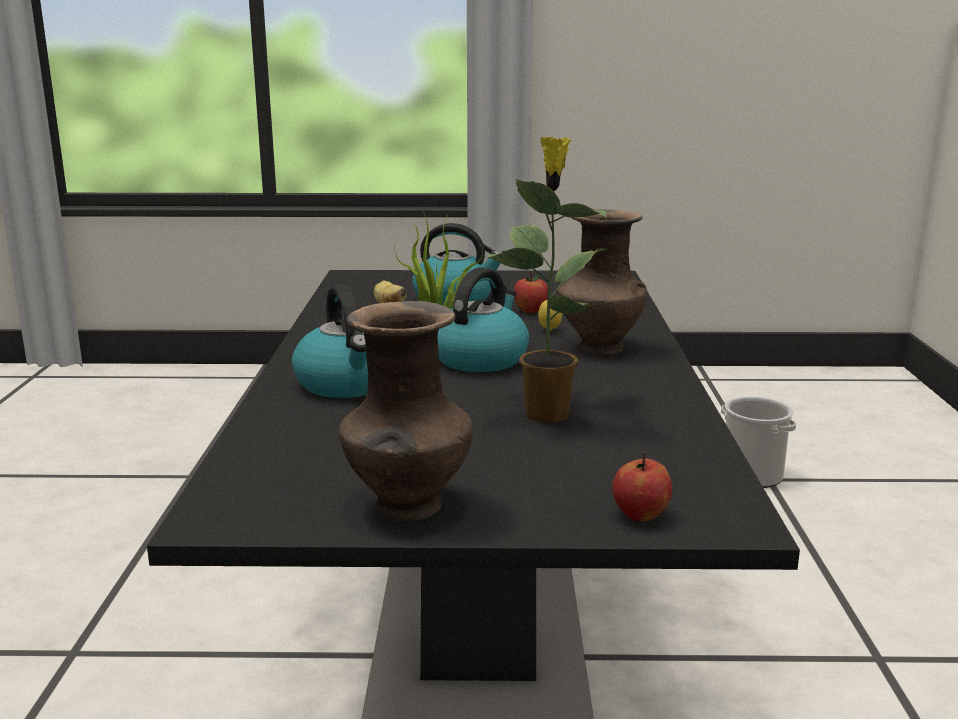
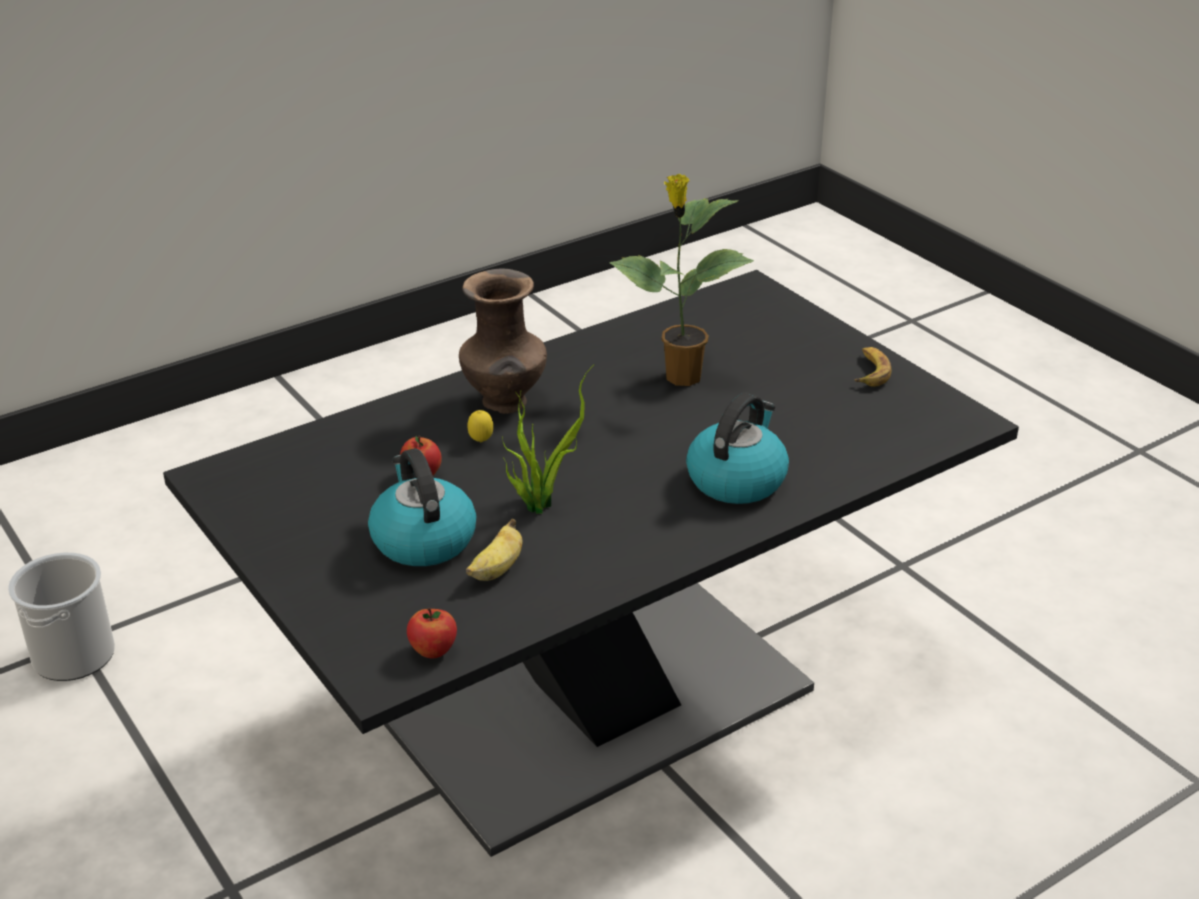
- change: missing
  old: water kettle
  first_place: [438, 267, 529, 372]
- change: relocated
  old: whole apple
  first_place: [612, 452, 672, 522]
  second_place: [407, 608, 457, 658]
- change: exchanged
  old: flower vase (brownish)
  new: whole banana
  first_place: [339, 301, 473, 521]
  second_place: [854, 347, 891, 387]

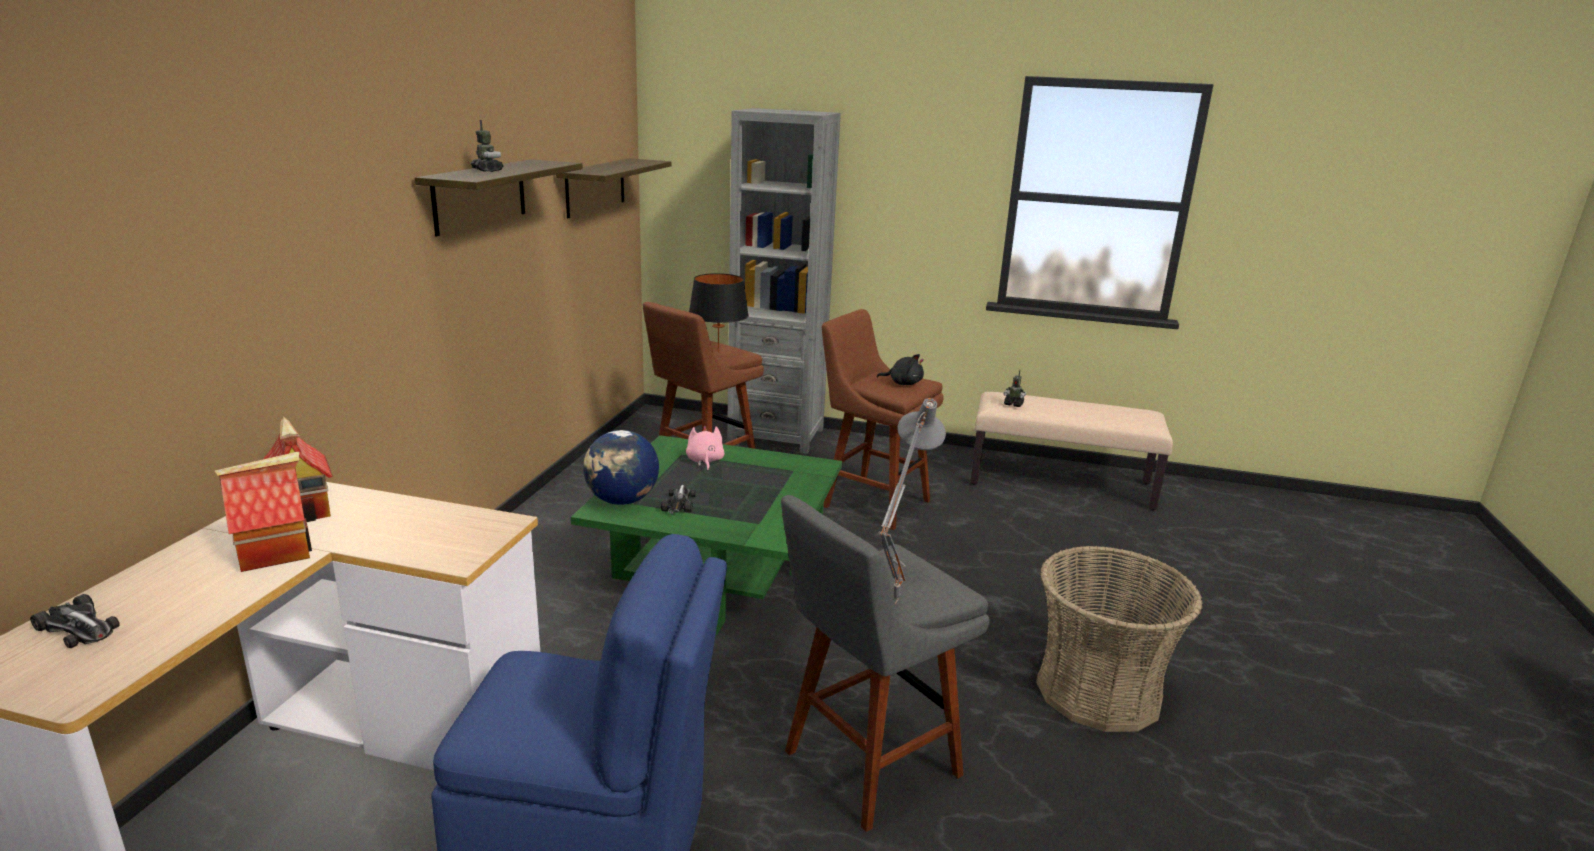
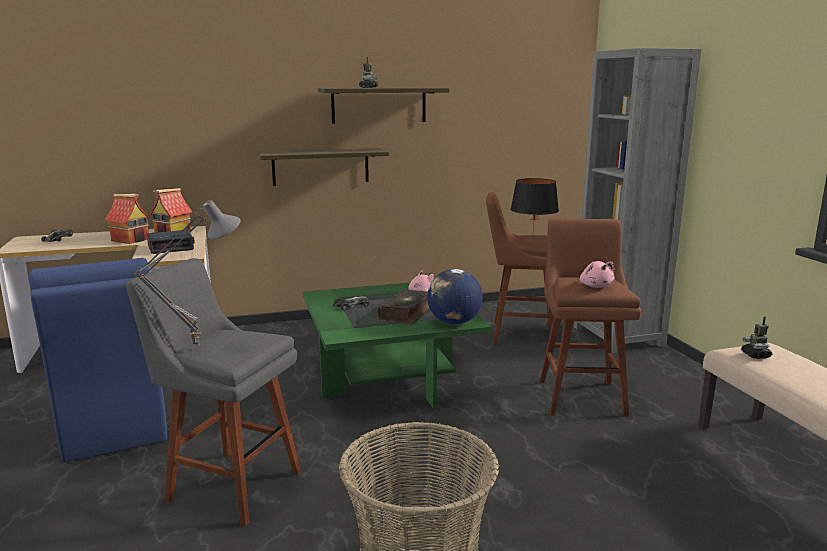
- change: appeared
  new: bedside clock
  second_place: [147, 230, 195, 254]
- change: appeared
  new: volume
  second_place: [377, 289, 430, 325]
- change: relocated
  old: bracket shelf
  first_place: [556, 158, 671, 218]
  second_place: [258, 148, 389, 186]
- change: relocated
  old: globe
  first_place: [583, 430, 659, 505]
  second_place: [427, 269, 483, 325]
- change: colour
  old: soft toy (black)
  new: soft toy (pink-coloured)
  first_place: [877, 354, 924, 385]
  second_place: [580, 261, 614, 288]

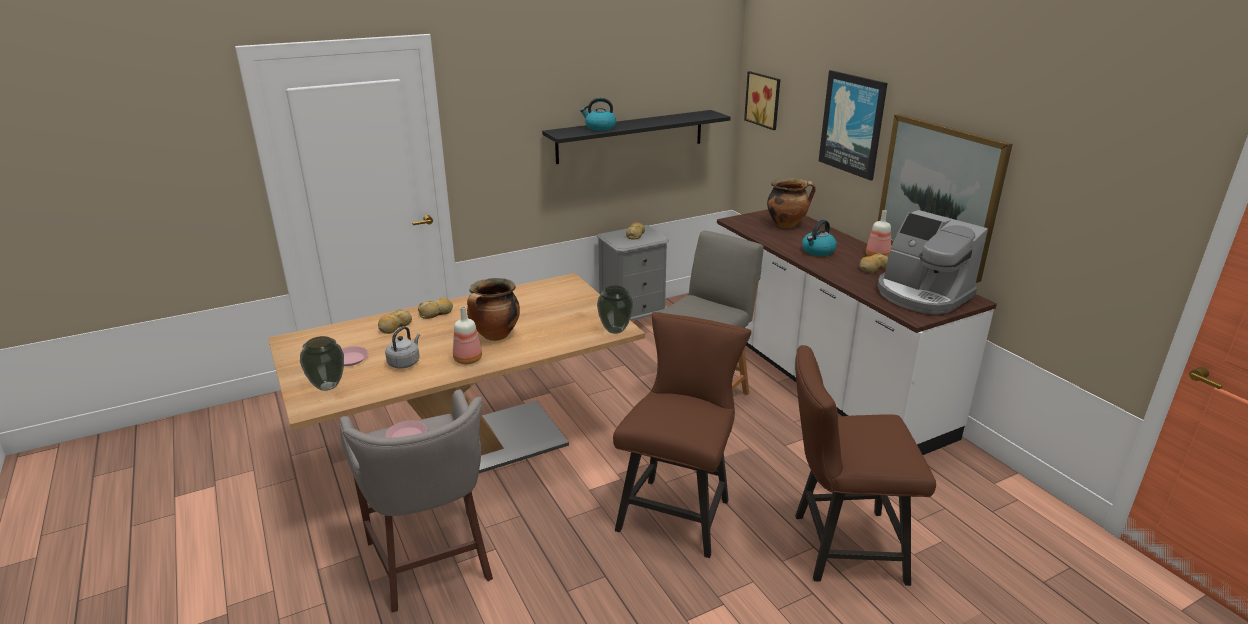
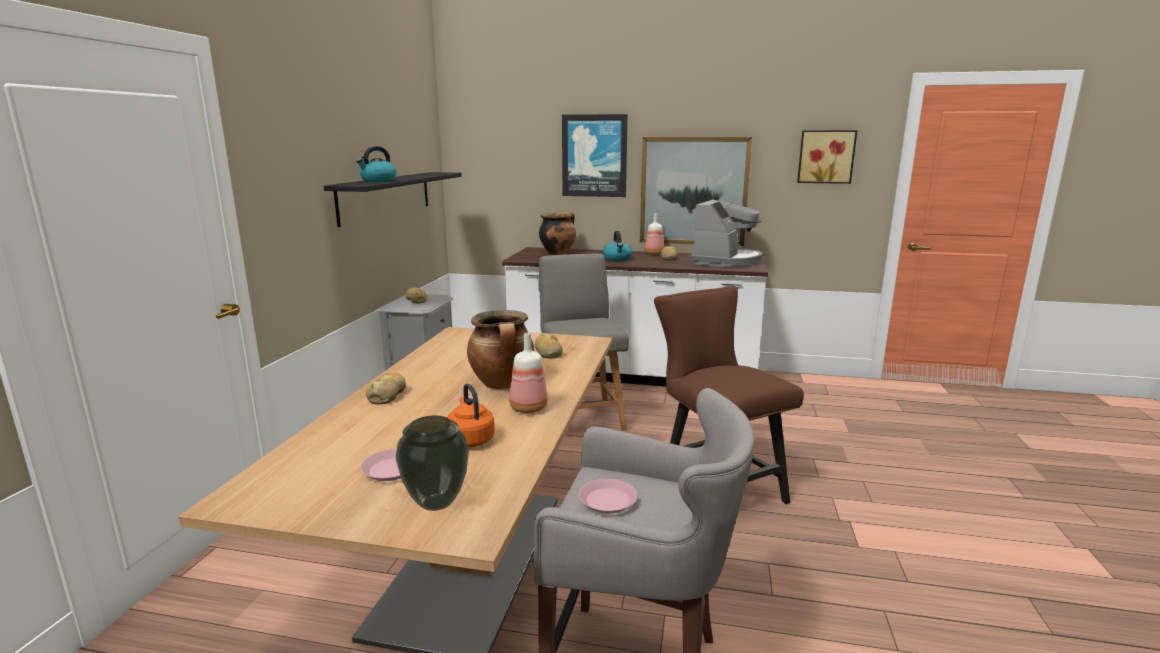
- change: missing
  old: flower vase
  first_place: [597, 286, 634, 334]
- change: missing
  old: plain chair (brownish)
  first_place: [795, 345, 936, 586]
- change: relocated
  old: baked bread
  first_place: [378, 309, 412, 334]
  second_place: [535, 333, 563, 359]
- change: relocated
  old: wall picture
  first_place: [744, 71, 780, 130]
  second_place: [797, 130, 857, 184]
- change: colour
  old: water kettle (grey)
  new: water kettle (orange-coloured)
  first_place: [385, 326, 420, 369]
  second_place: [447, 383, 495, 447]
- change: spun
  old: coffee maker
  first_place: [877, 210, 988, 315]
  second_place: [690, 200, 762, 267]
  degrees: -60

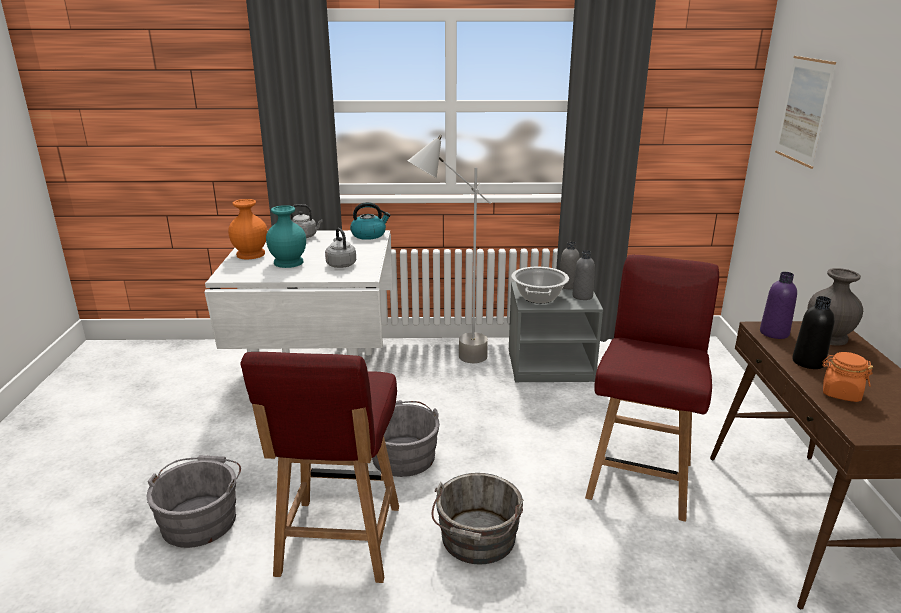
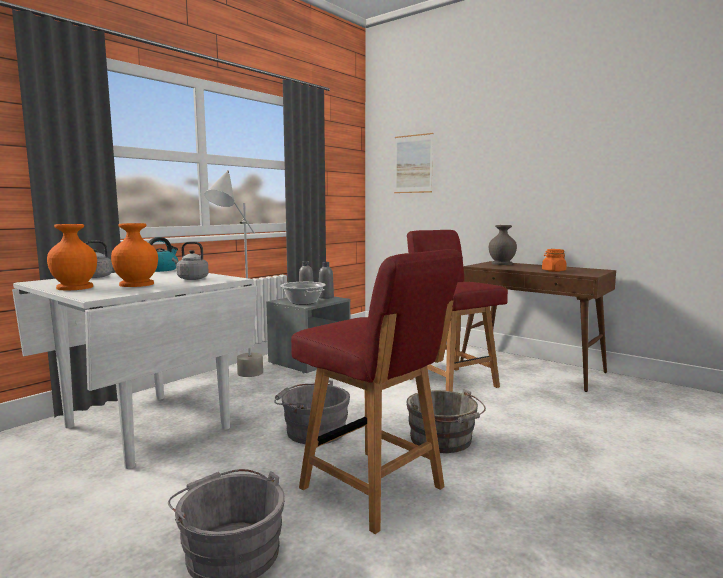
- change: missing
  old: beverage bottle (purple)
  first_place: [760, 272, 797, 339]
- change: missing
  old: beverage bottle (black)
  first_place: [792, 296, 835, 369]
- change: colour
  old: flower vase (turquoise)
  new: flower vase (orange-coloured)
  first_place: [266, 205, 306, 268]
  second_place: [111, 223, 158, 287]

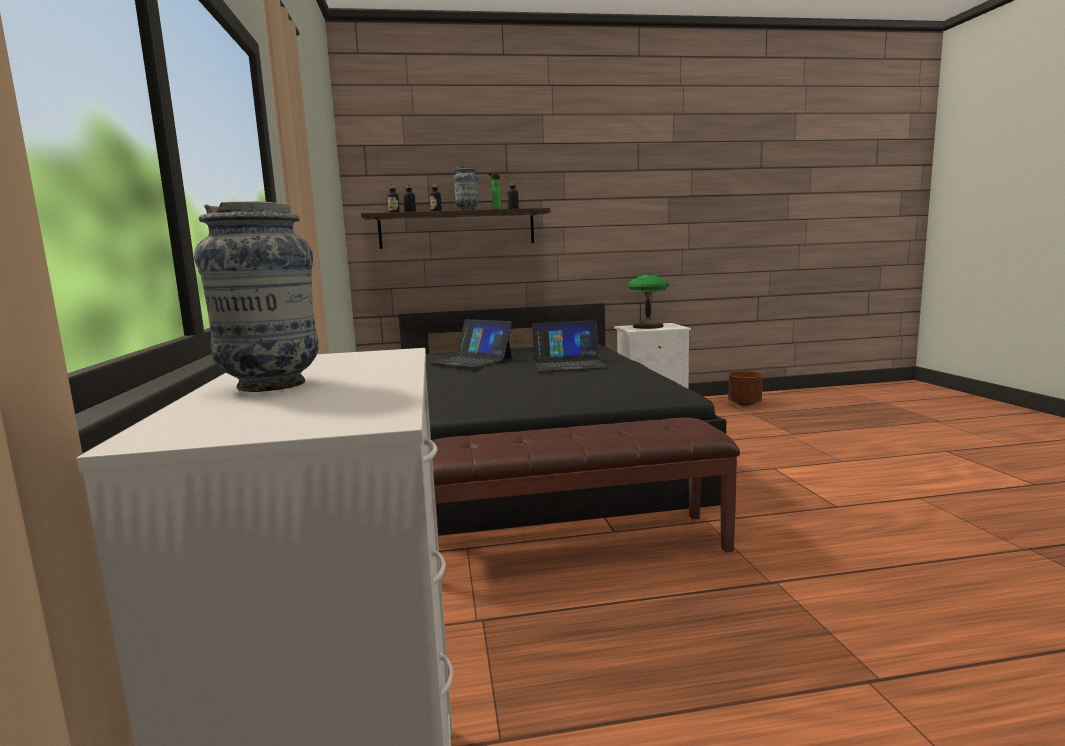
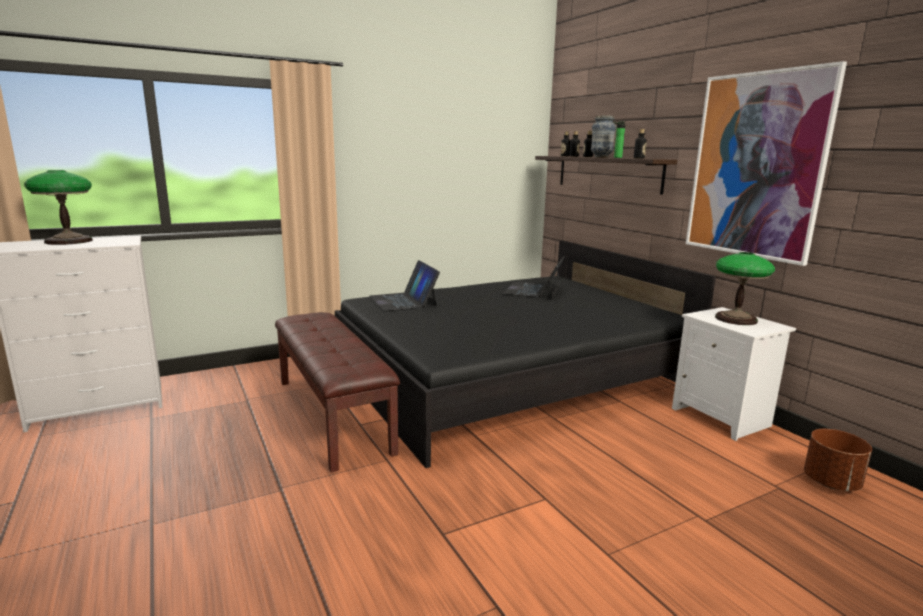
- change: appeared
  new: wall picture
  second_place: [686, 61, 847, 266]
- change: relocated
  old: laptop
  first_place: [532, 320, 608, 372]
  second_place: [369, 260, 440, 311]
- change: exchanged
  old: flower vase
  new: table lamp
  first_place: [194, 201, 319, 392]
  second_place: [24, 170, 93, 245]

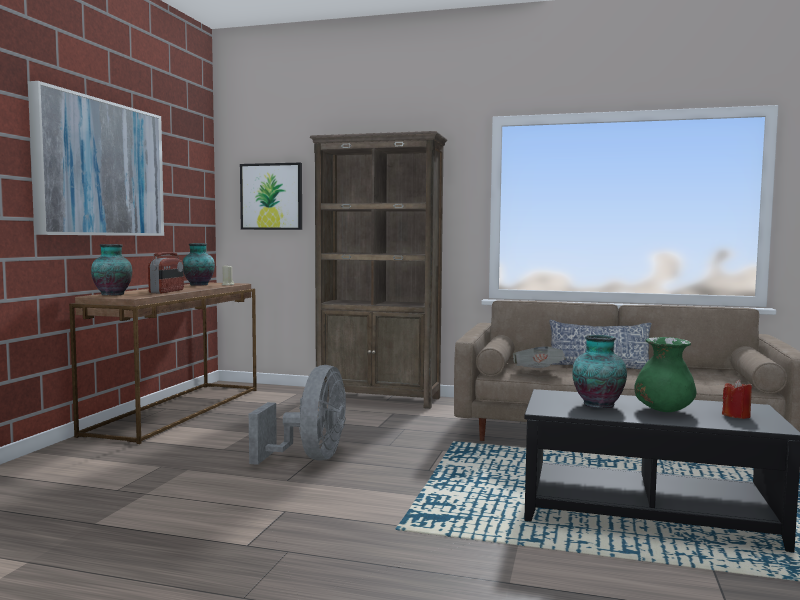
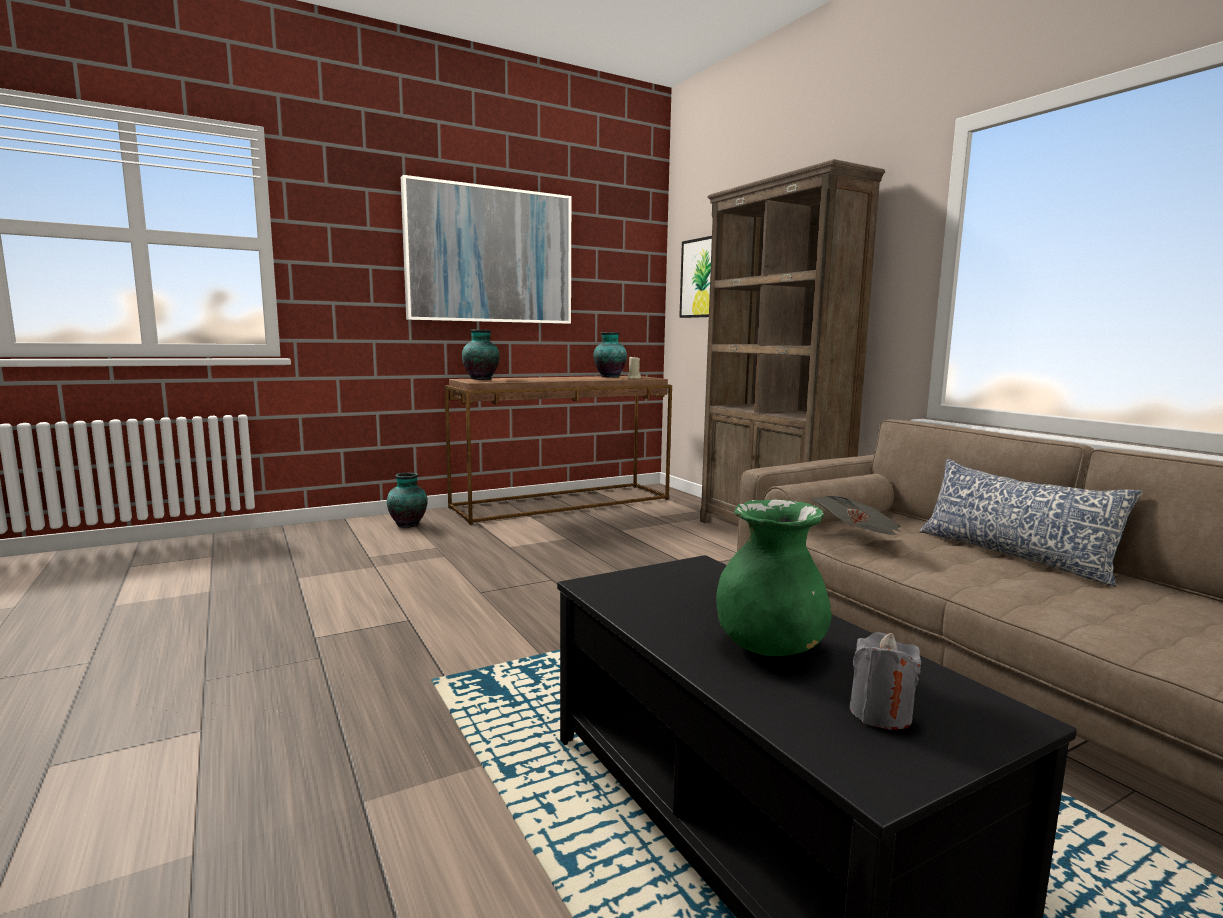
- change: missing
  old: radio receiver
  first_place: [148, 252, 184, 293]
- change: missing
  old: cooling fan (grey)
  first_place: [249, 365, 346, 465]
- change: relocated
  old: flower vase
  first_place: [572, 335, 627, 408]
  second_place: [387, 473, 428, 528]
- change: colour
  old: candle (red)
  new: candle (grey)
  first_place: [722, 380, 752, 419]
  second_place: [850, 632, 922, 730]

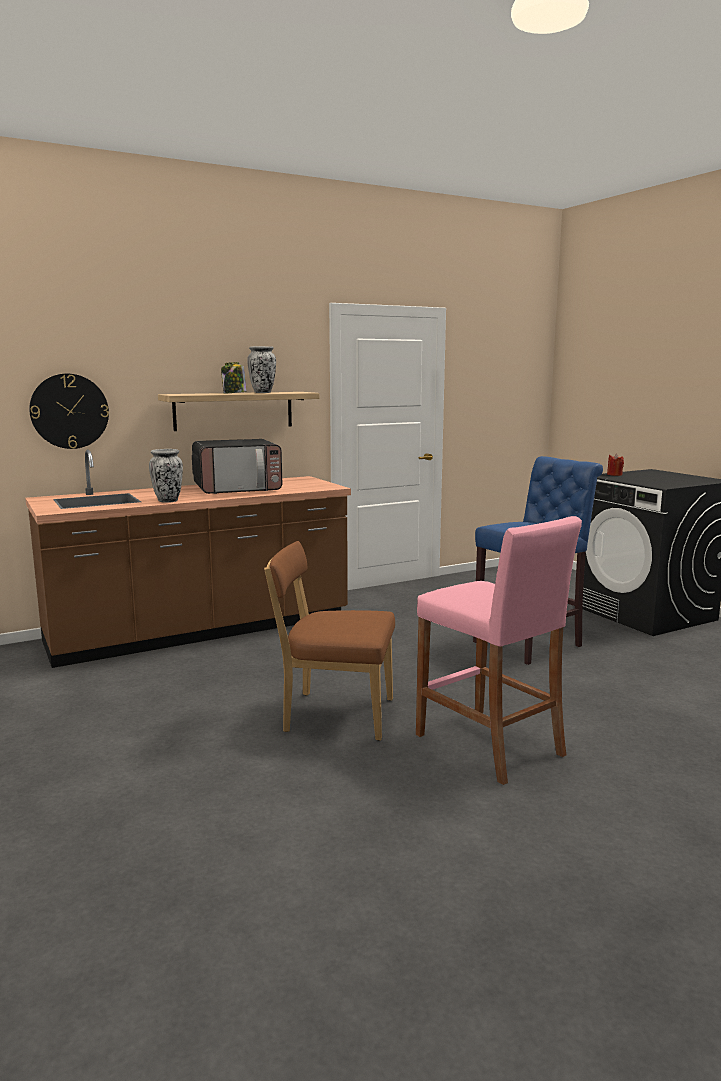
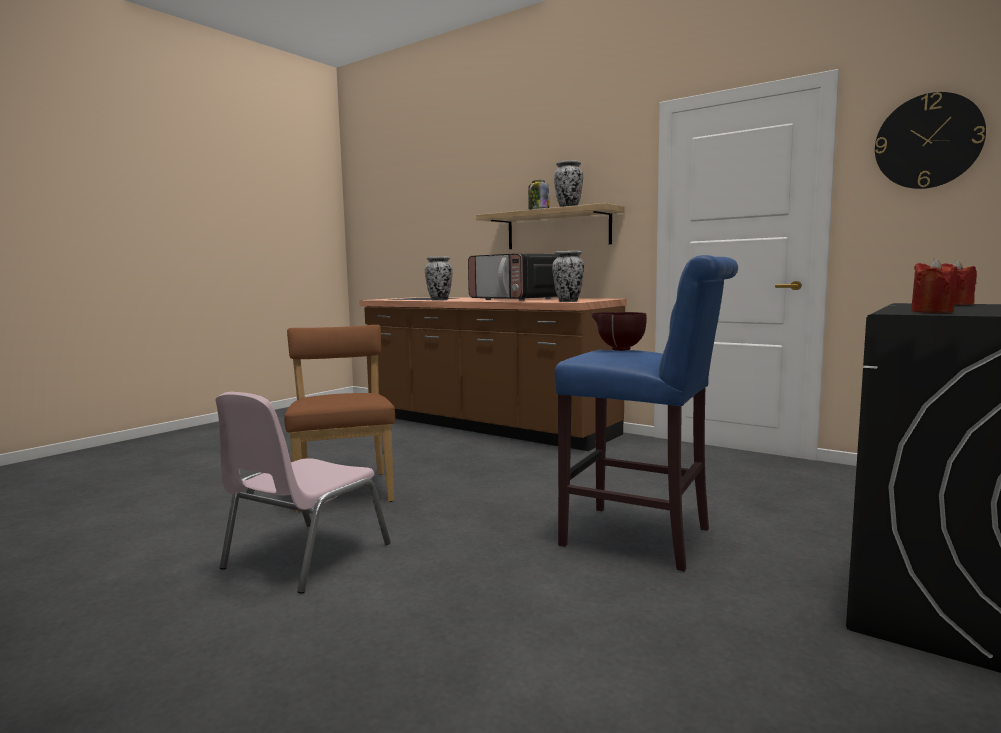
- change: appeared
  new: flower vase
  second_place: [552, 251, 584, 302]
- change: appeared
  new: deep dish (brownish)
  second_place: [592, 312, 647, 351]
- change: appeared
  new: candle (red)
  second_place: [911, 258, 957, 313]
- change: relocated
  old: wall clock
  first_place: [29, 373, 109, 449]
  second_place: [875, 92, 986, 189]
- change: exchanged
  old: stool seat (pink-coloured)
  new: plain chair (pink-coloured)
  first_place: [416, 516, 582, 785]
  second_place: [216, 392, 390, 593]

